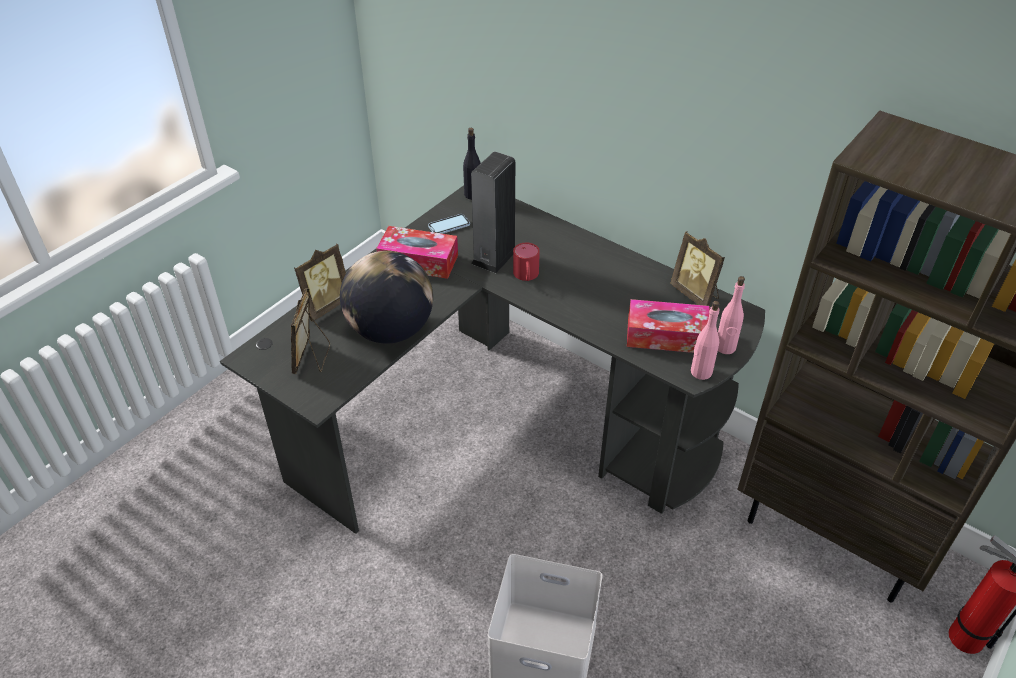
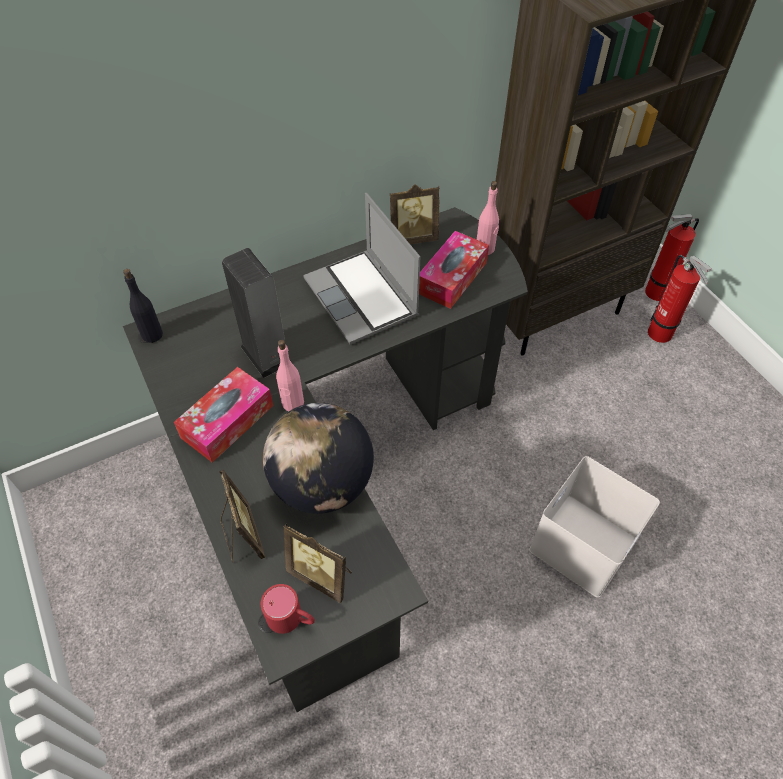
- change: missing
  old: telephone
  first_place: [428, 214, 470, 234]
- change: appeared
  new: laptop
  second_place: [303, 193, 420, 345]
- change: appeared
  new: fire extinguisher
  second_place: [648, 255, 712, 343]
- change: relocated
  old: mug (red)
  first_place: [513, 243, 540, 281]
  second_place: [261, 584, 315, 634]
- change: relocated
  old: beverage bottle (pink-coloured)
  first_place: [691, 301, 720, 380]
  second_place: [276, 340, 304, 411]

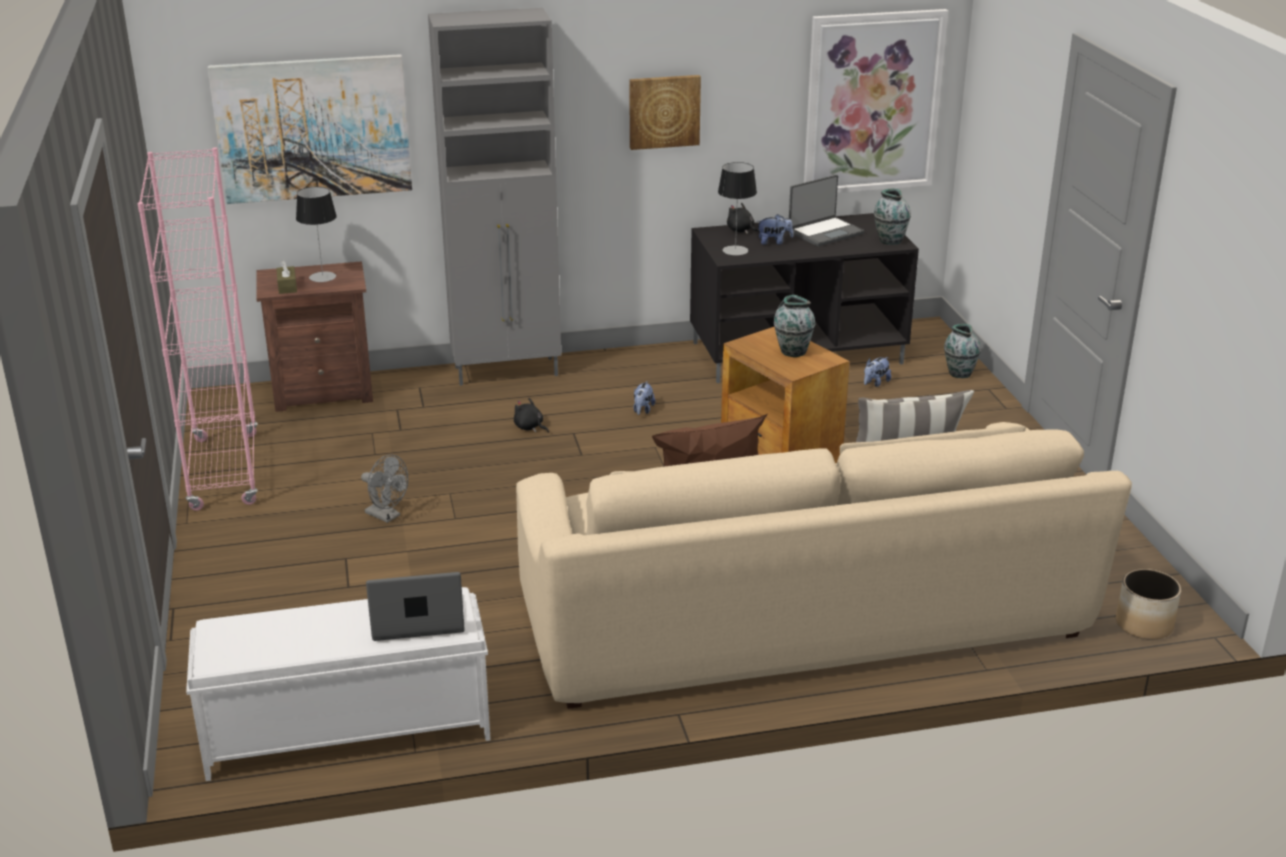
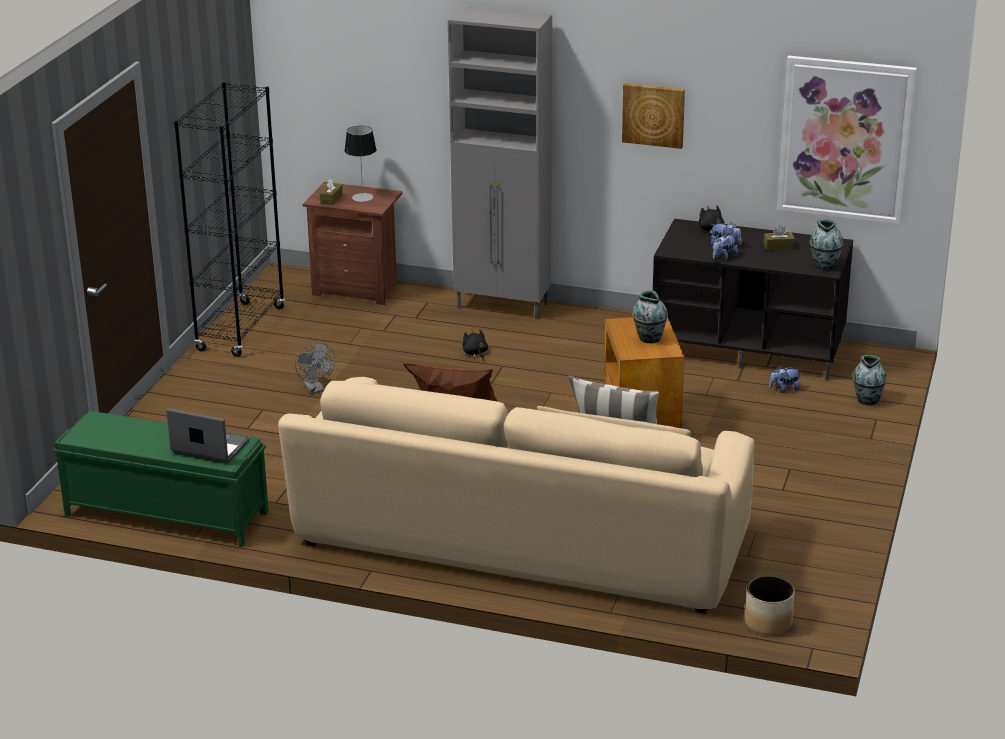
- change: missing
  old: wall picture
  first_place: [208, 54, 412, 204]
- change: missing
  old: table lamp
  first_place: [718, 162, 757, 255]
- change: relocated
  old: soft toy
  first_place: [633, 381, 655, 415]
  second_place: [713, 234, 738, 261]
- change: exchanged
  old: laptop
  new: tissue holder (brownish)
  first_place: [789, 175, 865, 246]
  second_place: [764, 225, 795, 251]
- change: colour
  old: bookcase (pink-coloured)
  new: bookcase (black)
  first_place: [137, 147, 258, 511]
  second_place: [174, 82, 285, 357]
- change: colour
  old: bench (whitish)
  new: bench (green)
  first_place: [186, 587, 491, 781]
  second_place: [53, 411, 269, 547]

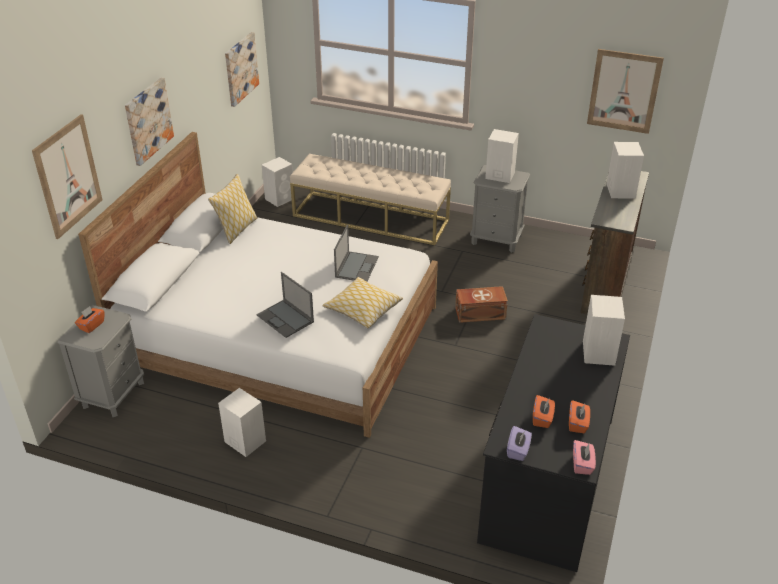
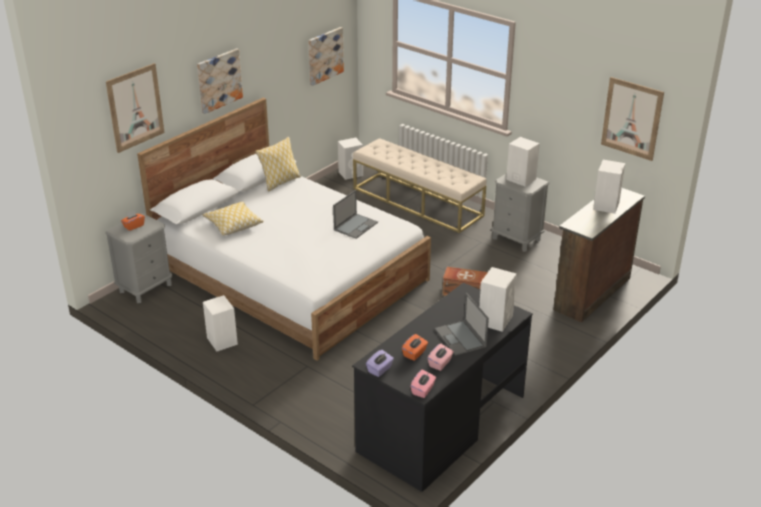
- change: relocated
  old: laptop
  first_place: [257, 272, 314, 338]
  second_place: [435, 293, 489, 356]
- change: relocated
  old: cushion
  first_place: [322, 277, 403, 328]
  second_place: [203, 201, 264, 236]
- change: colour
  old: tissue holder (orange-coloured)
  new: tissue holder (pink-coloured)
  first_place: [569, 400, 590, 433]
  second_place: [428, 344, 454, 371]

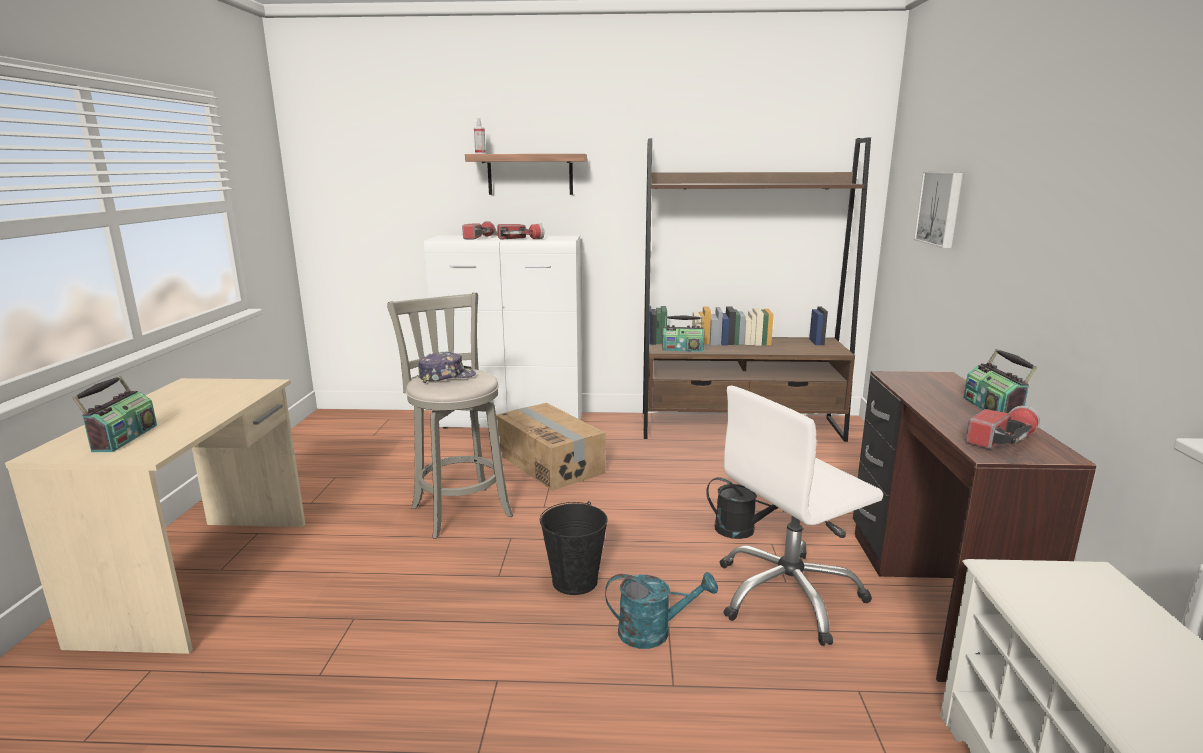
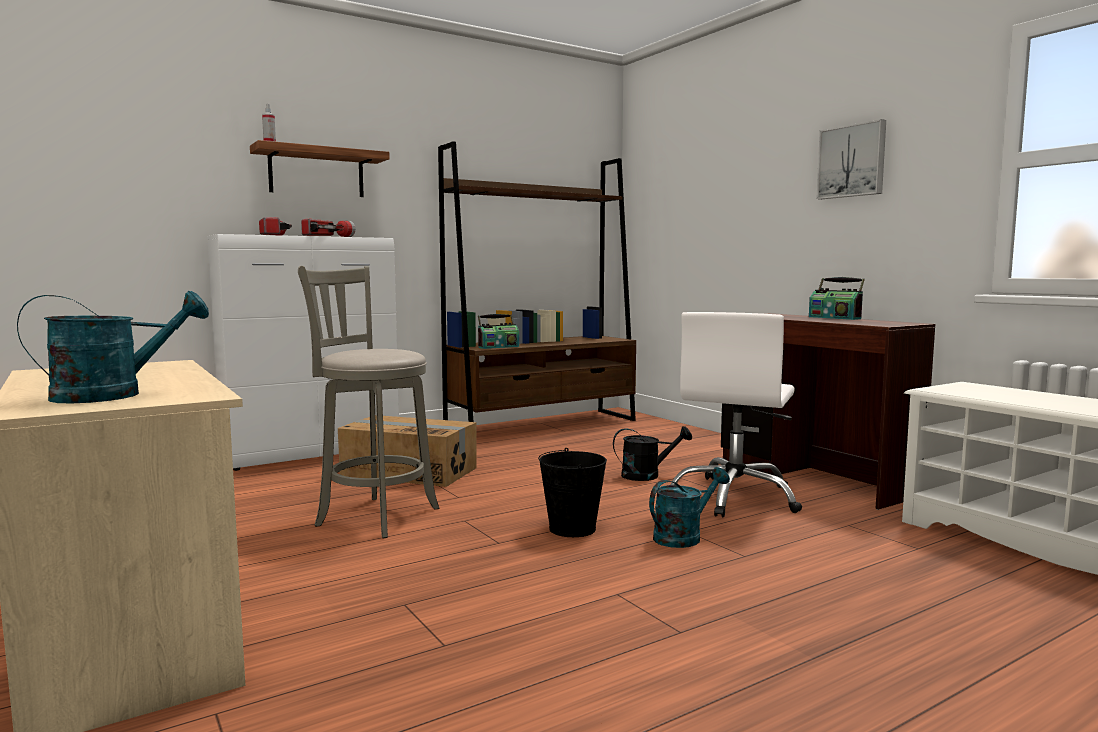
- change: missing
  old: baseball cap
  first_place: [418, 352, 476, 383]
- change: missing
  old: hand torch
  first_place: [966, 406, 1040, 449]
- change: relocated
  old: wall picture
  first_place: [914, 172, 963, 248]
  second_place: [816, 119, 886, 199]
- change: exchanged
  old: radio receiver
  new: watering pot (turquoise)
  first_place: [72, 376, 157, 452]
  second_place: [17, 291, 209, 403]

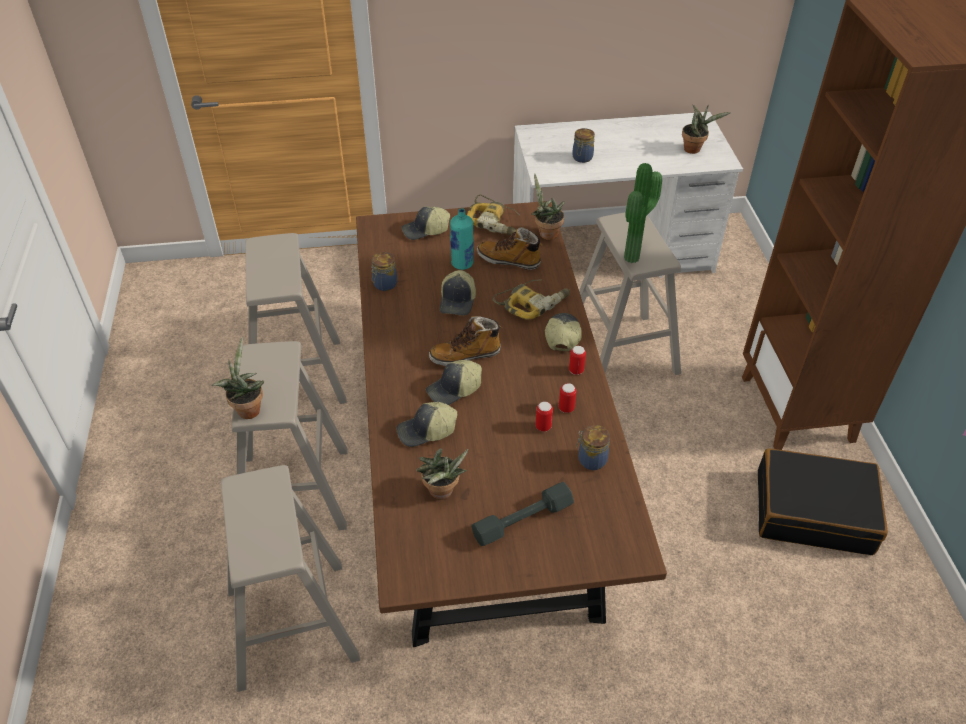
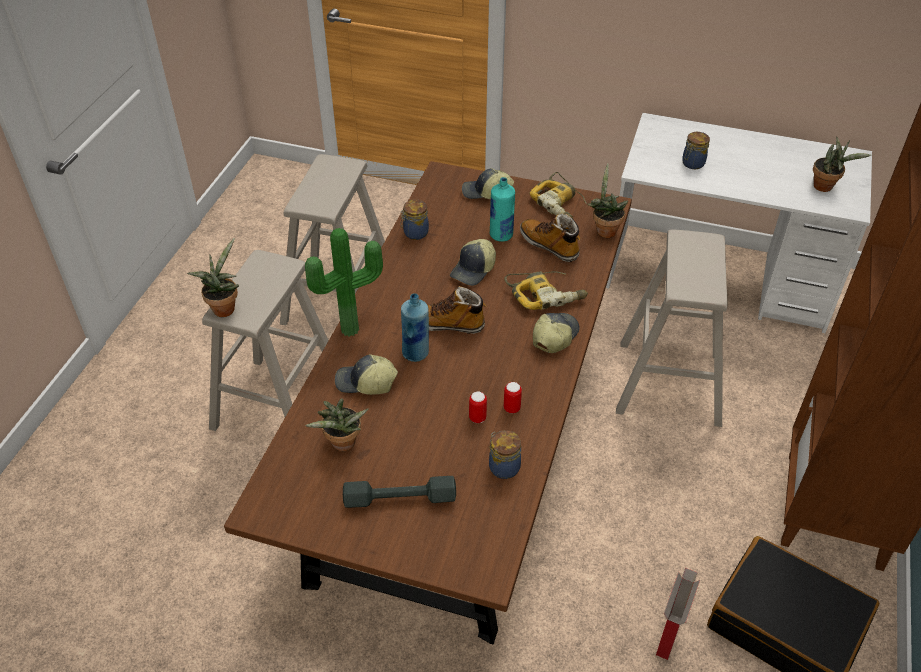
- change: missing
  old: stool seat (sand-coloured)
  first_place: [221, 465, 360, 692]
- change: missing
  old: can
  first_place: [569, 346, 586, 375]
- change: appeared
  new: packing box
  second_place: [656, 568, 700, 660]
- change: relocated
  old: plant in a pot
  first_place: [624, 163, 662, 263]
  second_place: [305, 228, 383, 337]
- change: exchanged
  old: baseball cap
  new: beverage bottle (blue)
  first_place: [426, 360, 482, 405]
  second_place: [401, 293, 429, 362]

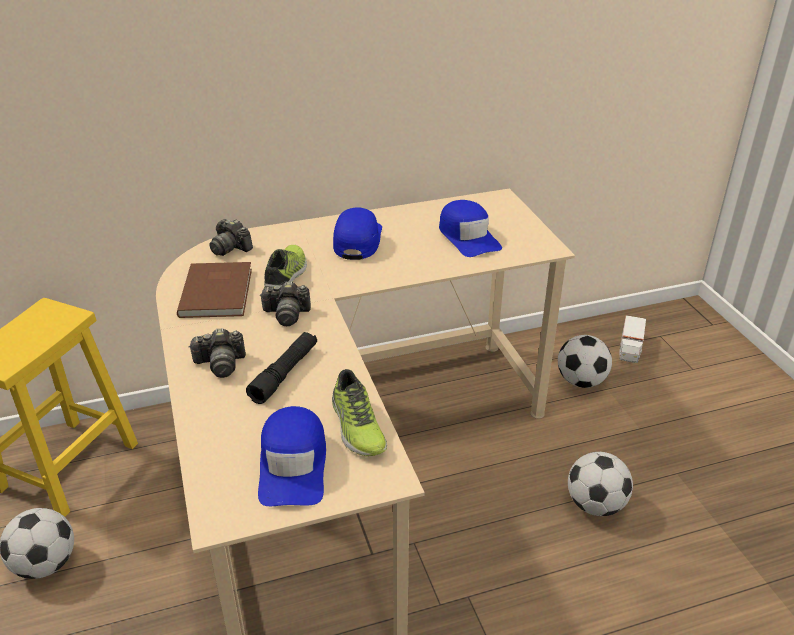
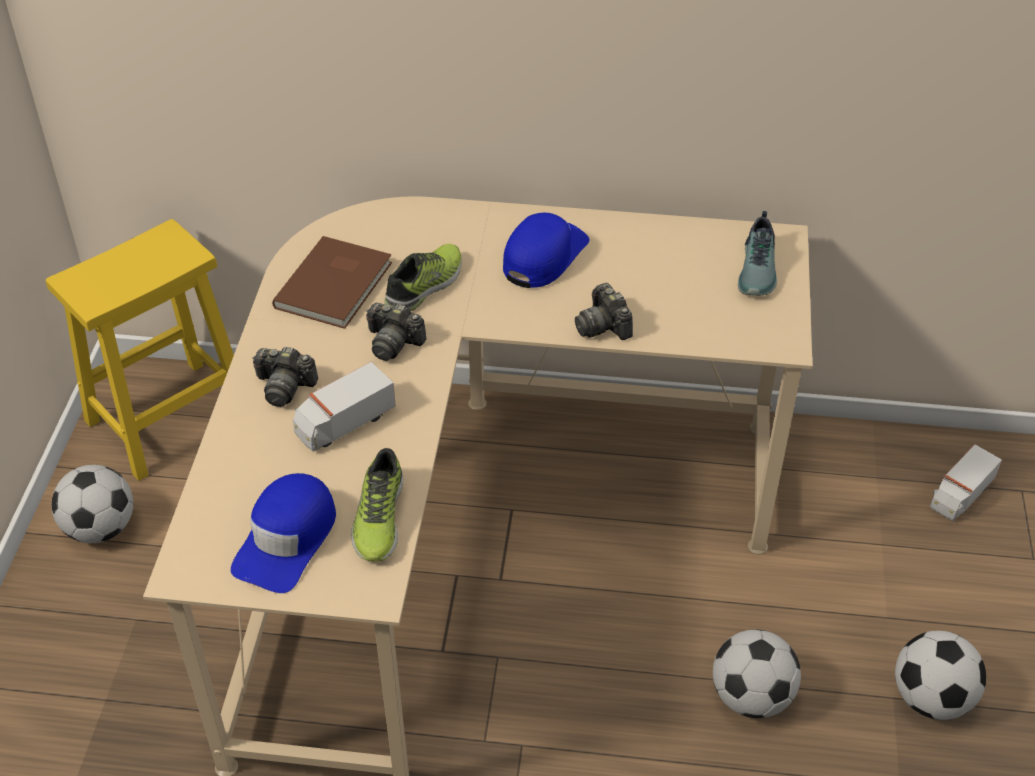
- change: missing
  old: baseball cap (blue)
  first_place: [439, 200, 502, 257]
- change: appeared
  new: shoe
  second_place: [738, 211, 777, 296]
- change: relocated
  old: photo camera
  first_place: [209, 219, 253, 256]
  second_place: [575, 283, 633, 340]
- change: relocated
  old: ball for football
  first_place: [558, 335, 612, 388]
  second_place: [895, 631, 986, 720]
- change: exchanged
  old: hand torch (black)
  new: toy truck
  first_place: [246, 332, 317, 404]
  second_place: [293, 362, 396, 452]

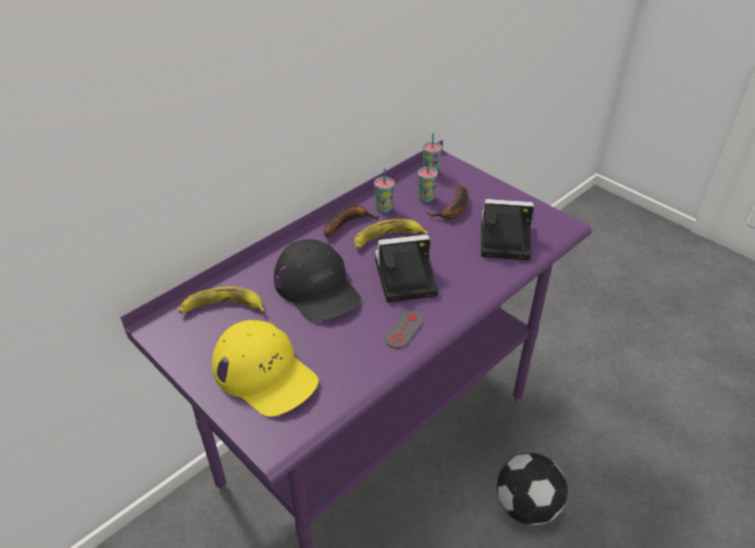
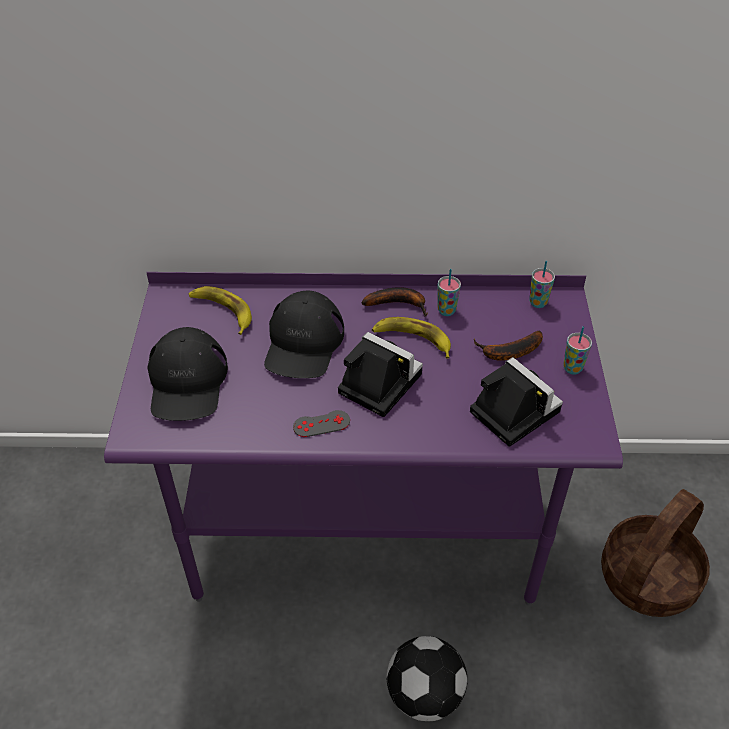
- change: appeared
  new: household basket
  second_place: [601, 489, 710, 617]
- change: relocated
  old: small cup
  first_place: [418, 158, 438, 203]
  second_place: [563, 326, 592, 375]
- change: colour
  old: baseball cap (yellow)
  new: baseball cap (black)
  first_place: [212, 320, 319, 417]
  second_place: [147, 327, 228, 421]

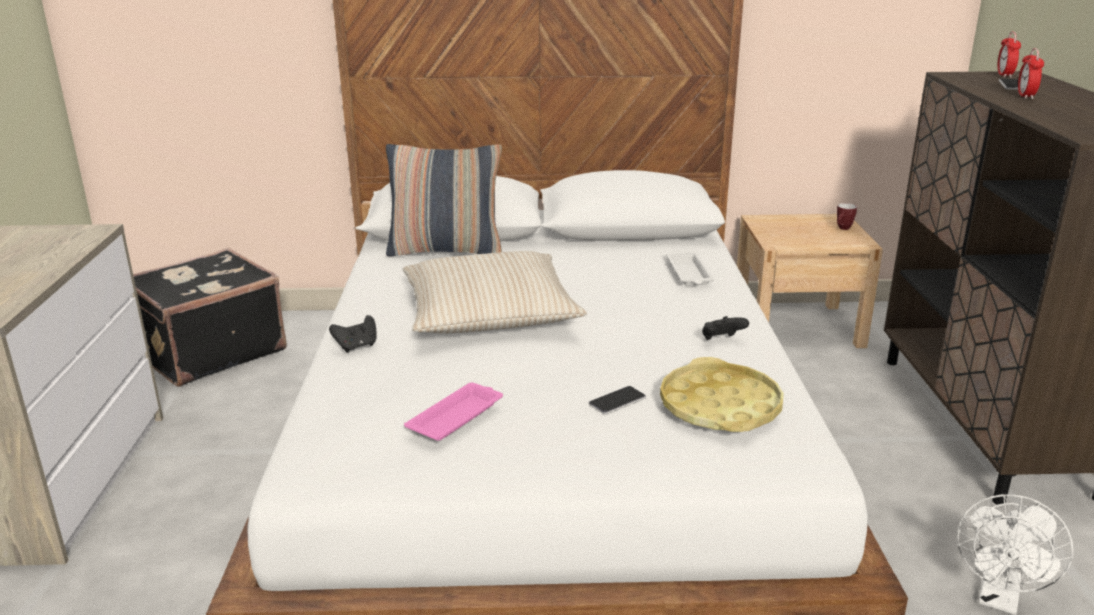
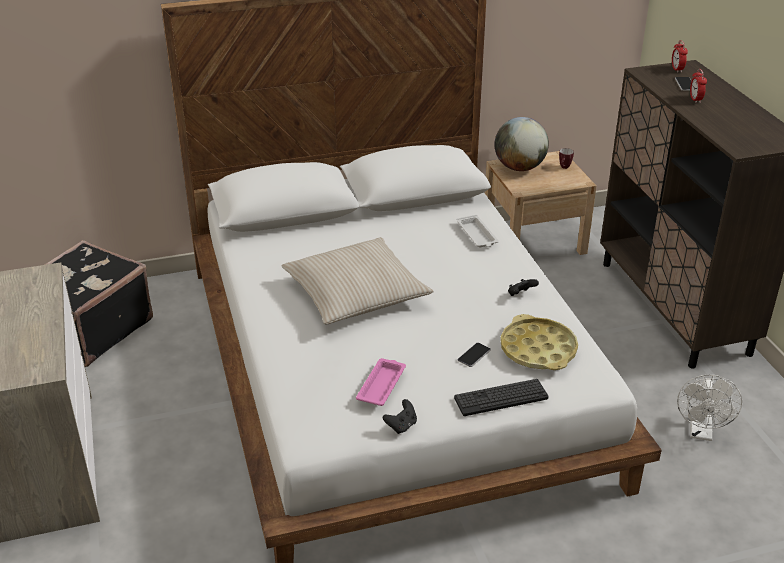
- change: missing
  old: cushion
  first_place: [386, 144, 502, 256]
- change: appeared
  new: keyboard
  second_place: [454, 379, 548, 416]
- change: appeared
  new: globe
  second_place: [494, 117, 549, 171]
- change: relocated
  old: joypad (black)
  first_place: [329, 315, 377, 352]
  second_place: [383, 399, 417, 434]

